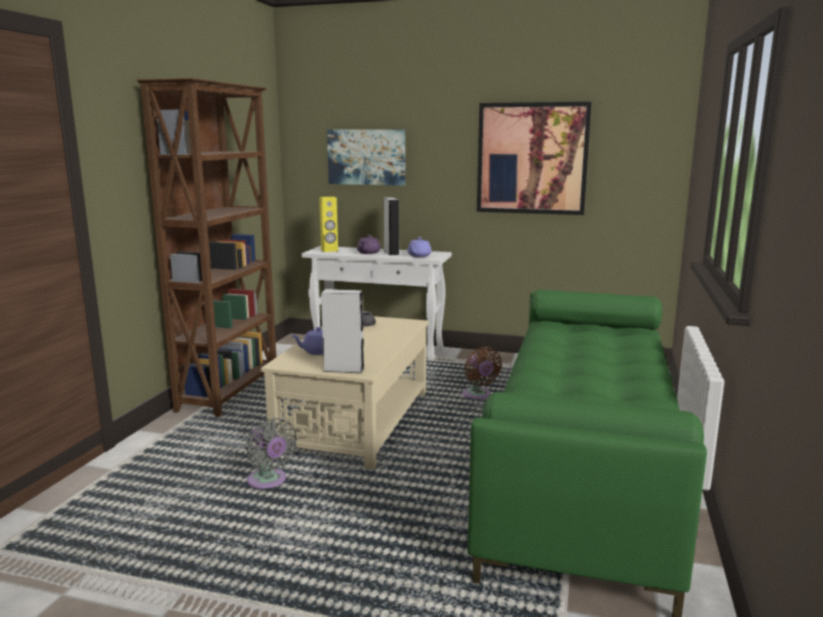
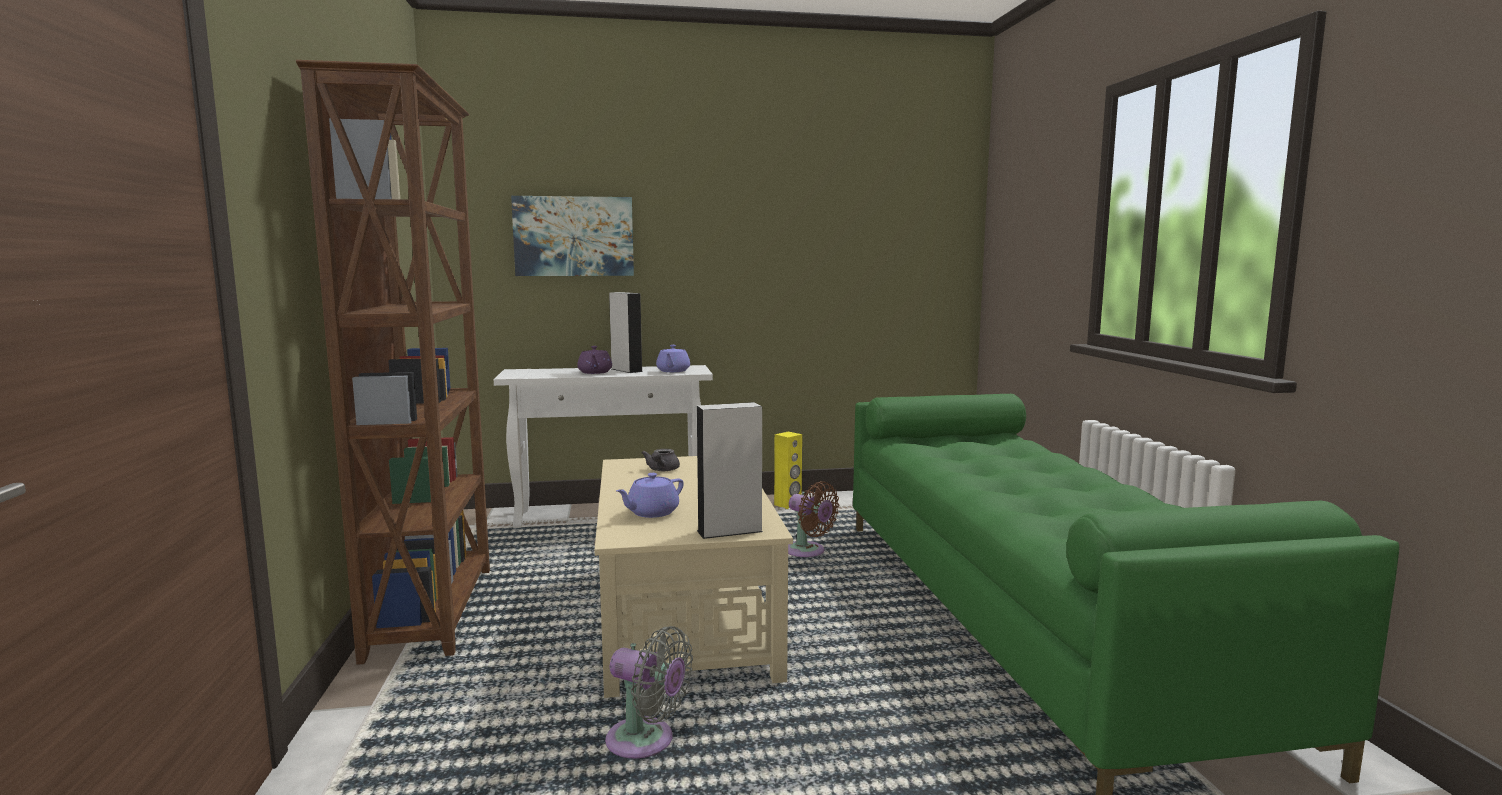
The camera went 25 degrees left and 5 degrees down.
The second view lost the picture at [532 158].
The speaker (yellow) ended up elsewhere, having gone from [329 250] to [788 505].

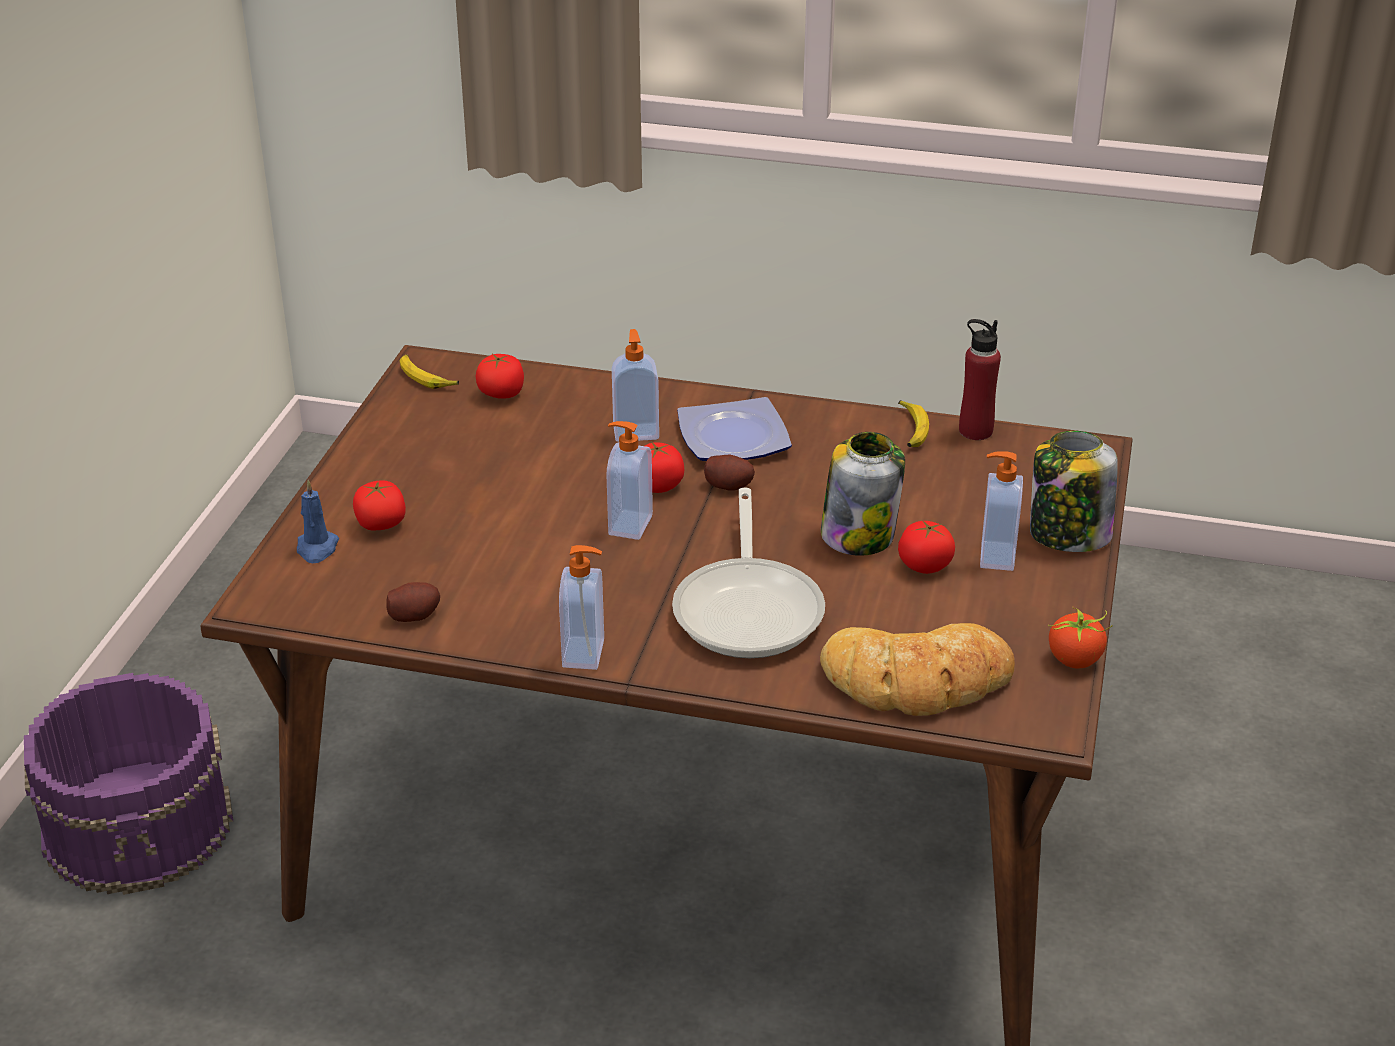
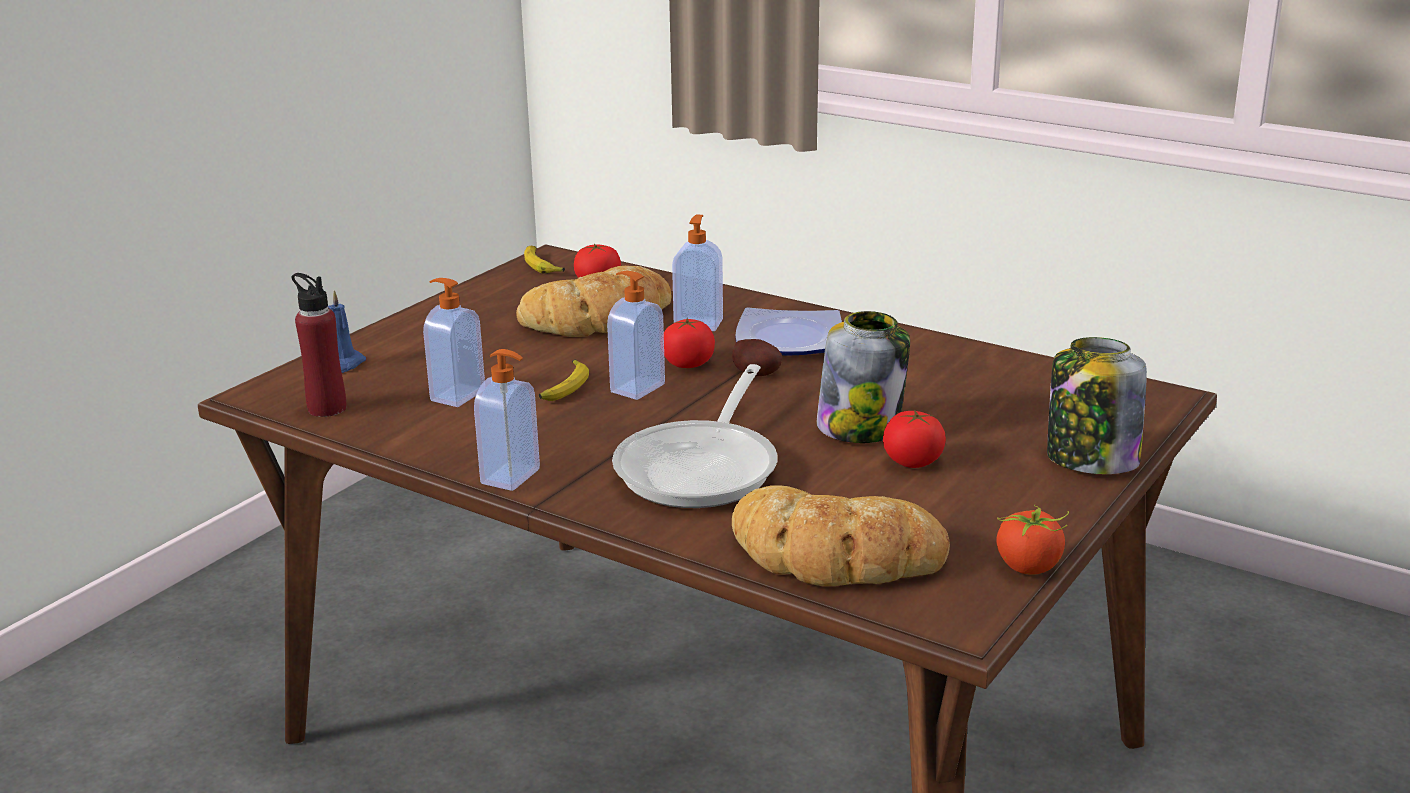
The camera went 20 degrees right and 10 degrees down.
The bottle (red) ended up elsewhere, having gone from [975 431] to [327 408].
The banana ended up elsewhere, having gone from [911 430] to [564 387].
The soap dispenser ended up elsewhere, having gone from [995 556] to [456 395].
The second view lost the tomato at [380 524].
The second view lost the potato at [414 615].
The second view lost the bucket (purple) at [140 824].
The second view gained the bread at [600 318].

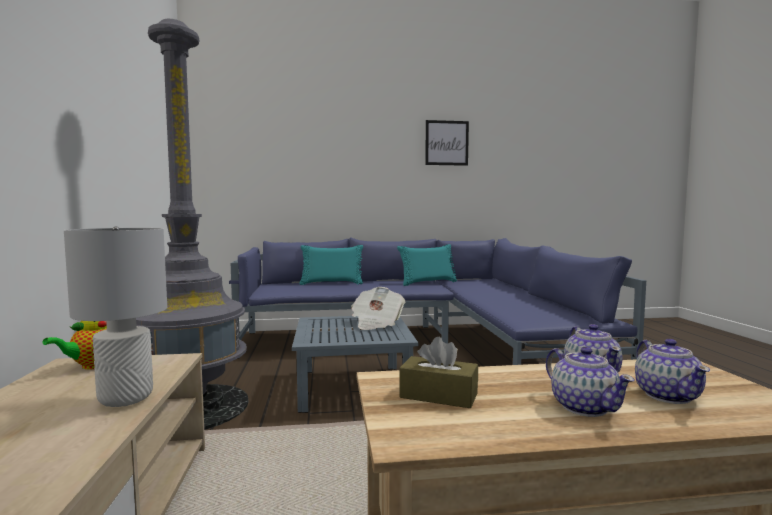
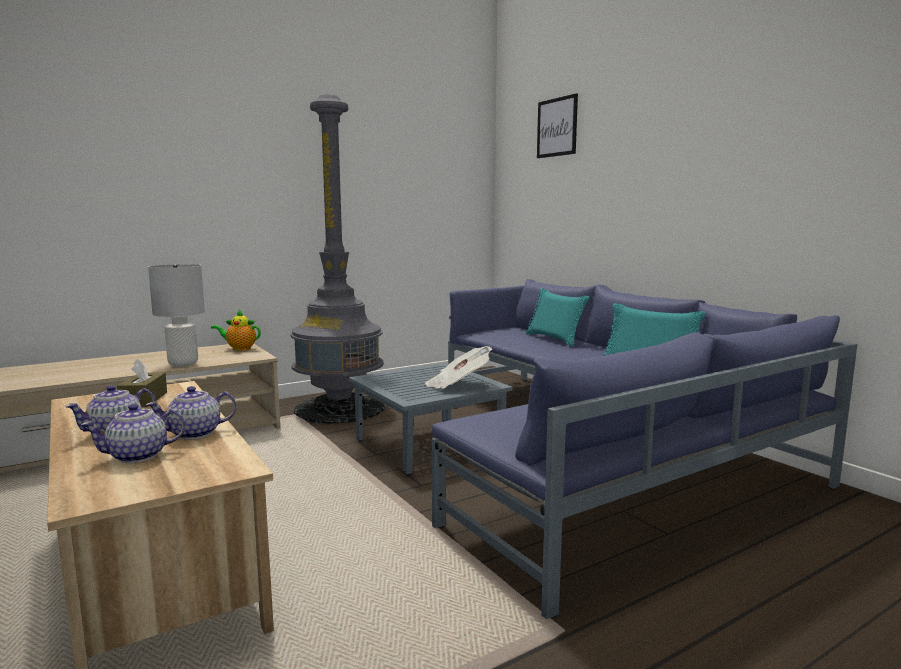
The camera went 65 degrees right and 5 degrees up.
The picture ended up elsewhere, having gone from [446 143] to [557 127].

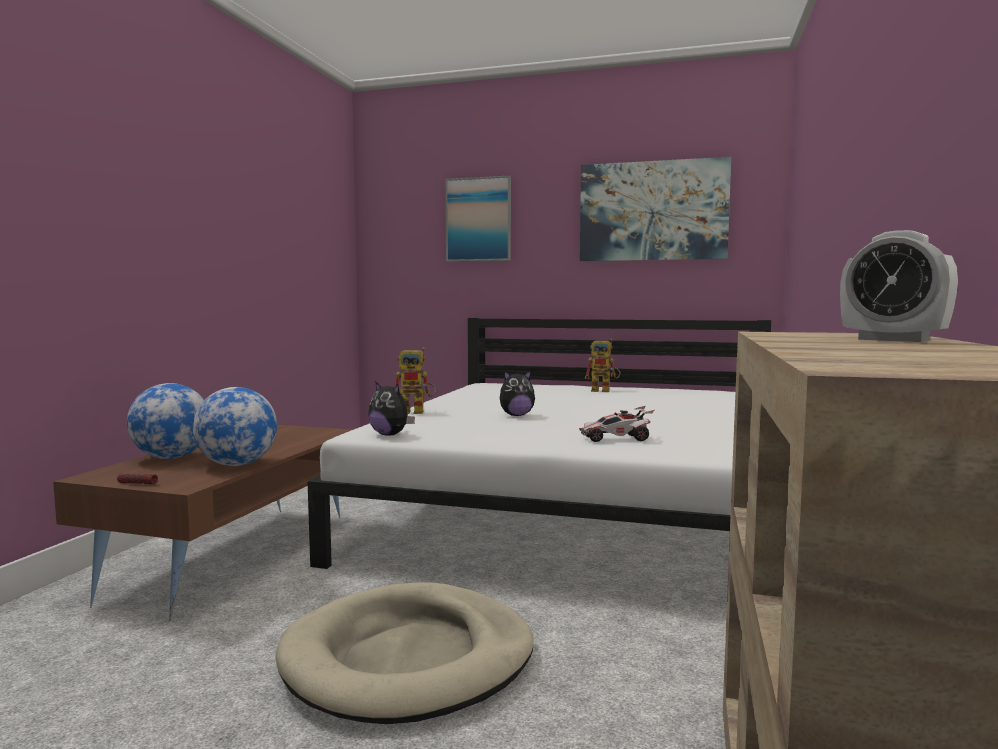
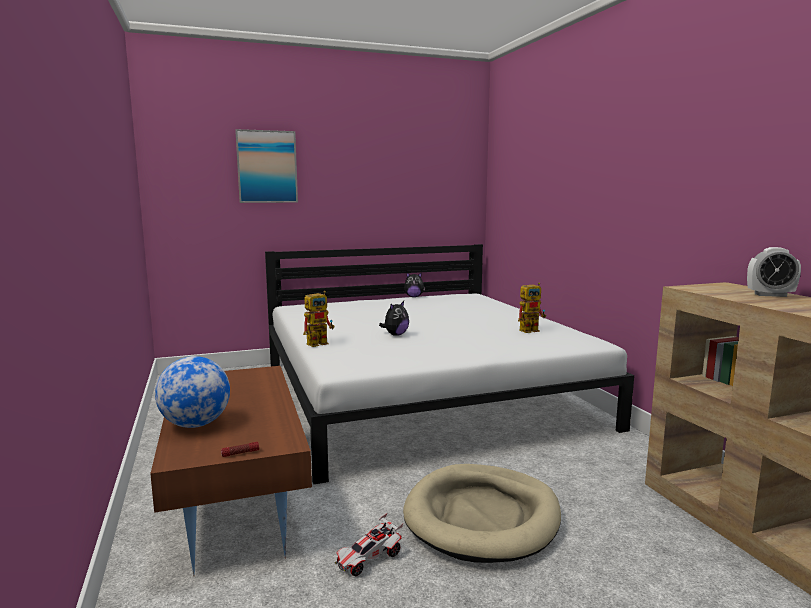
The camera went 35 degrees left and 5 degrees up.
The second view lost the picture at [652 211].
The toy robot ended up elsewhere, having gone from [605 391] to [531 330].
The plush toy ended up elsewhere, having gone from [390 435] to [414 297].
The second view lost the globe at [237 465].
The toy car ended up elsewhere, having gone from [615 439] to [369 559].

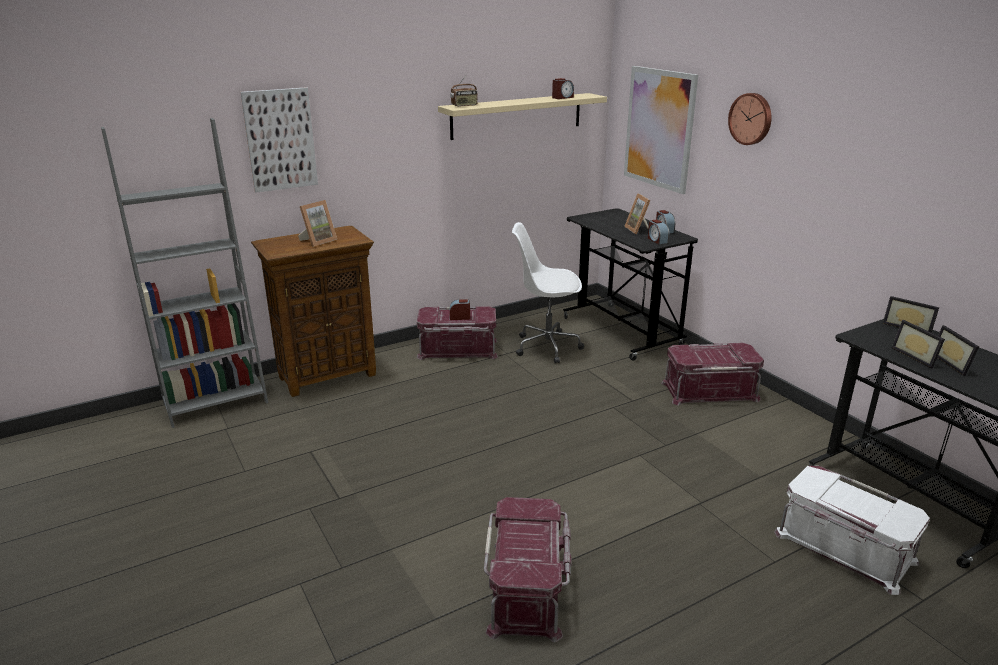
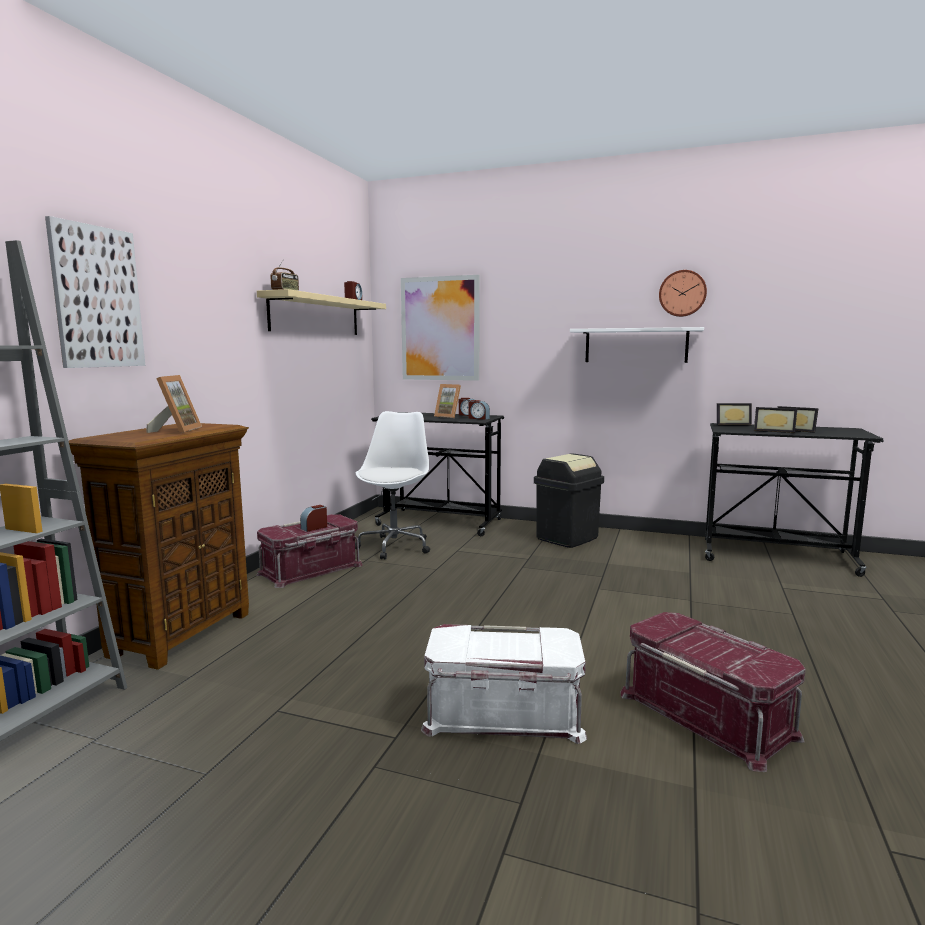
The camera went 40 degrees left and 15 degrees down.
The wall clock ended up elsewhere, having gone from [751 119] to [682 293].
The office chair (white) at [545 347] ended up facing another way, 135 degrees clockwise from before.
Where the storage box (red) stood at [709 390], the trash can (black) came to stand at [566 538].
The storage box (white) ended up elsewhere, having gone from [843 548] to [503 714].
The second view gained the shelf (white) at [636 345].

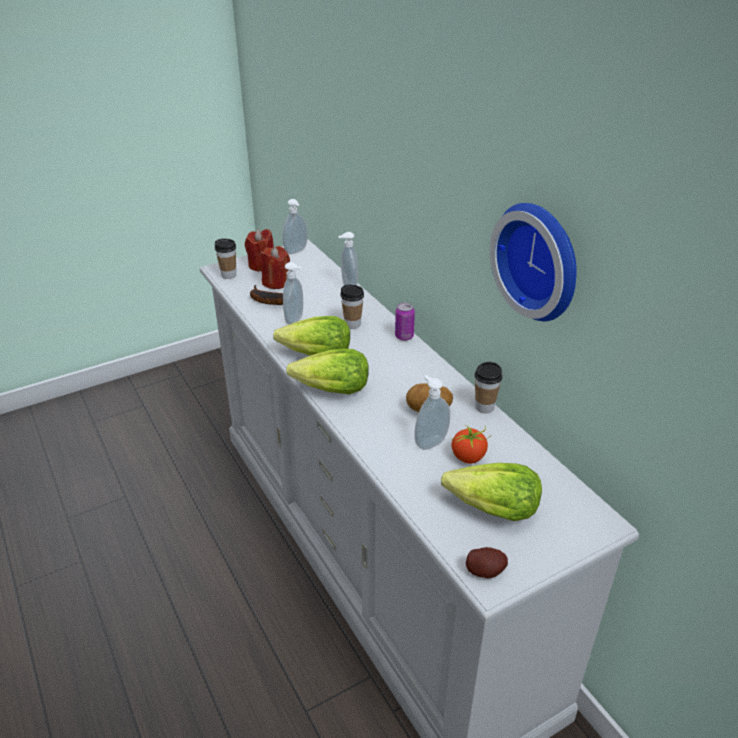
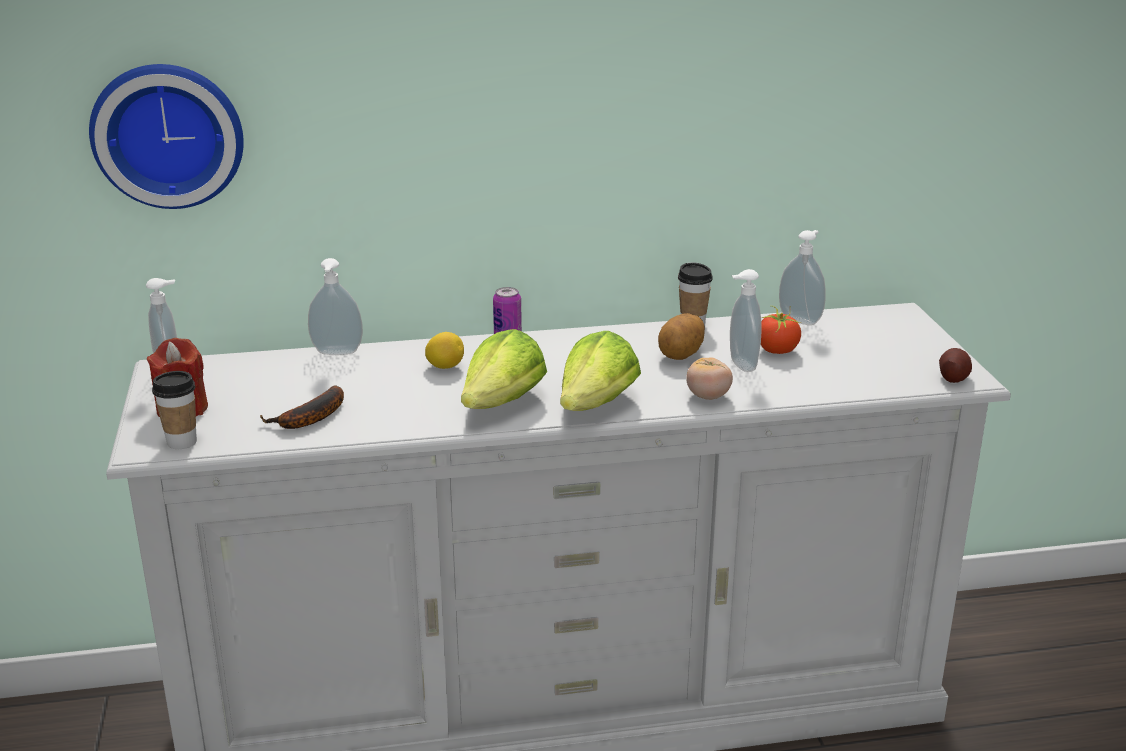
The camera went 70 degrees left and 10 degrees down.
The wall clock ended up elsewhere, having gone from [541 260] to [168 134].
The second view lost the candle (red) at [276 282].
The soap dispenser ended up elsewhere, having gone from [296 320] to [801 319].
Where the cup stood at [352 324], the lemon came to stand at [445 367].
The second view lost the lettuce at [493 509].
The second view gained the tomato at [708 396].

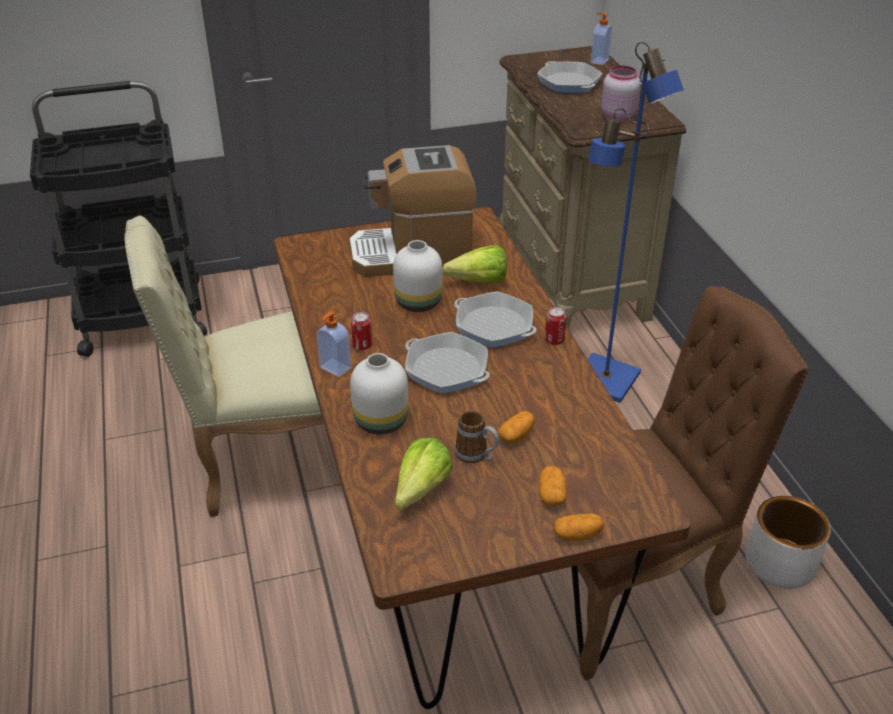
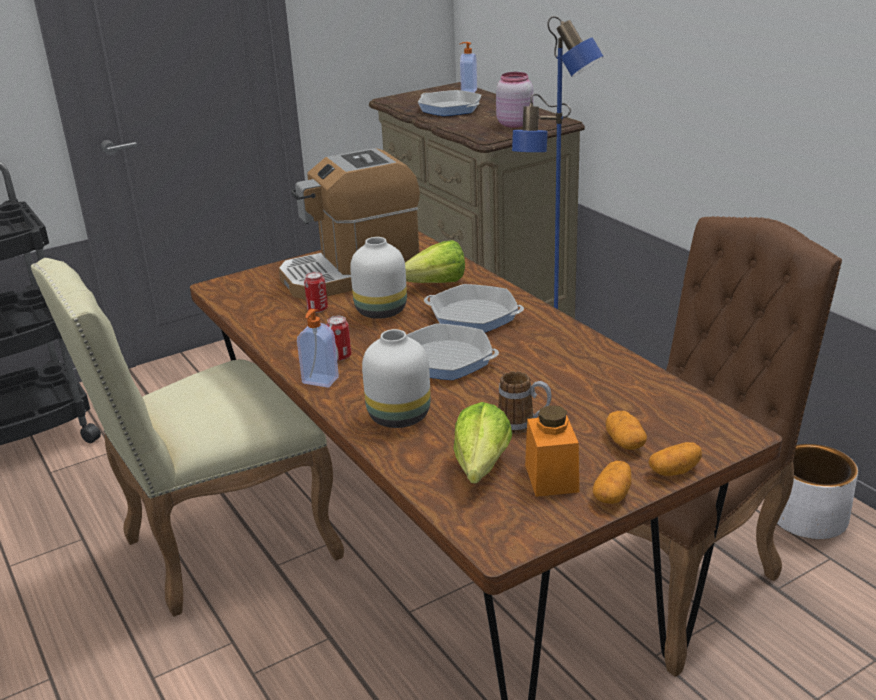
The camera went 15 degrees left and 10 degrees down.
The can ended up elsewhere, having gone from [554 340] to [317 309].
The potato ended up elsewhere, having gone from [516 435] to [612 495].
The second view gained the jar (orange) at [551 478].

